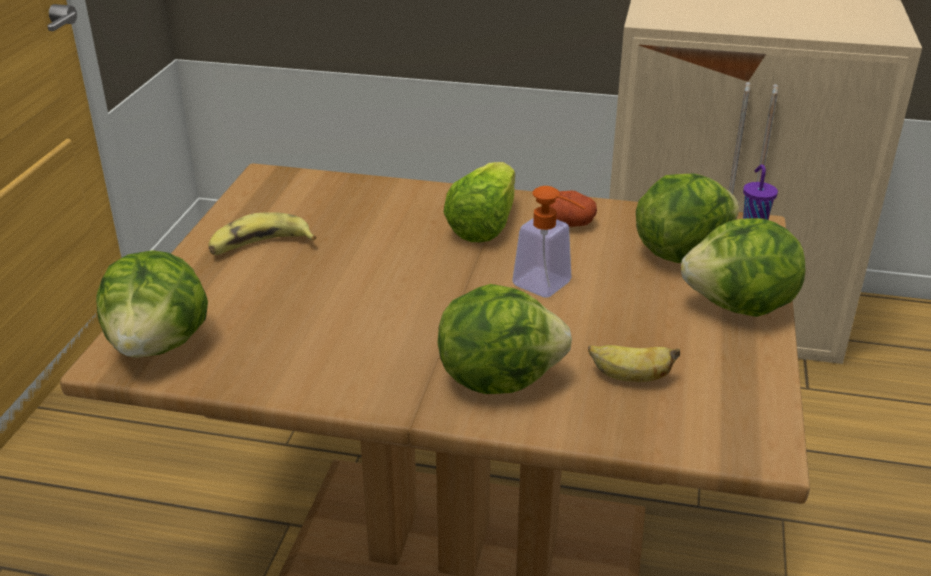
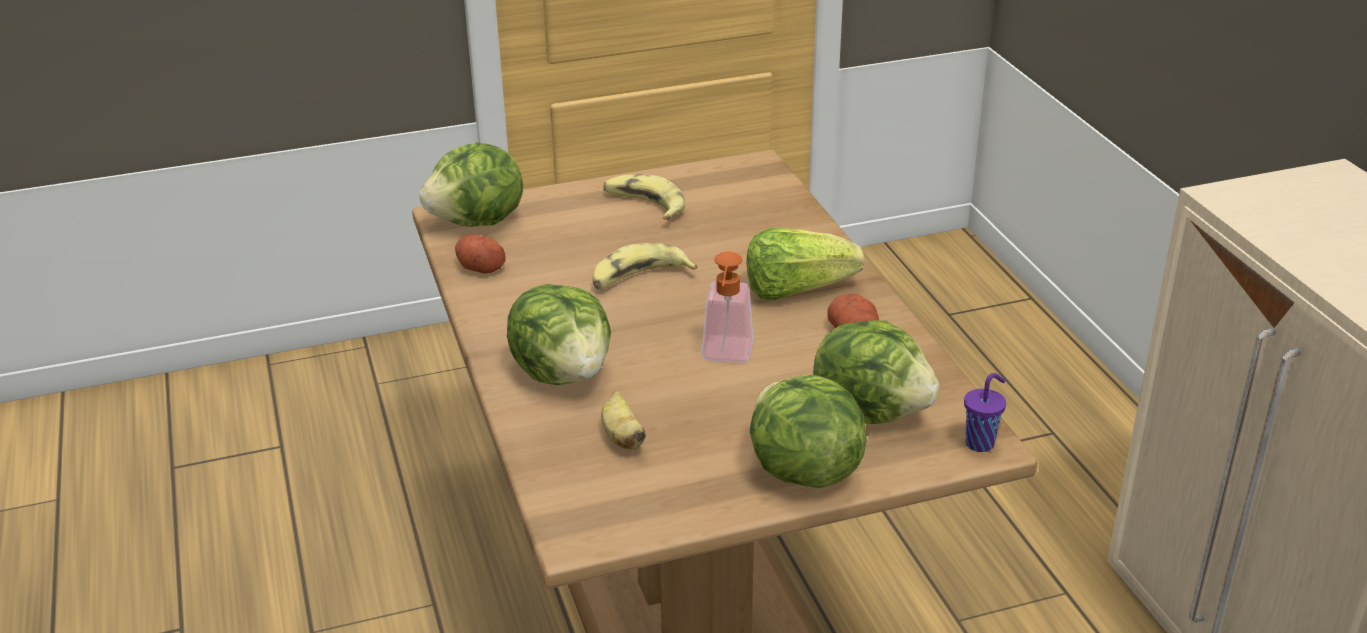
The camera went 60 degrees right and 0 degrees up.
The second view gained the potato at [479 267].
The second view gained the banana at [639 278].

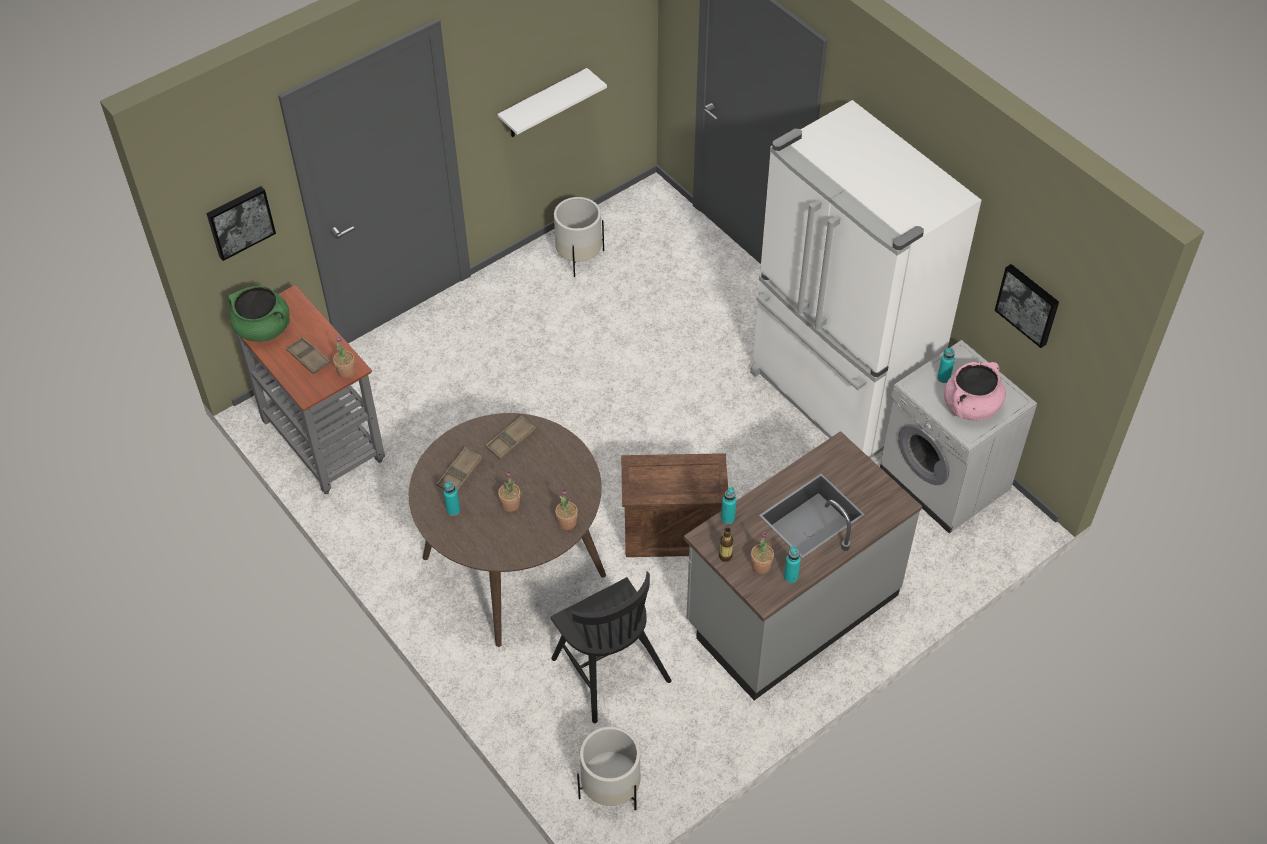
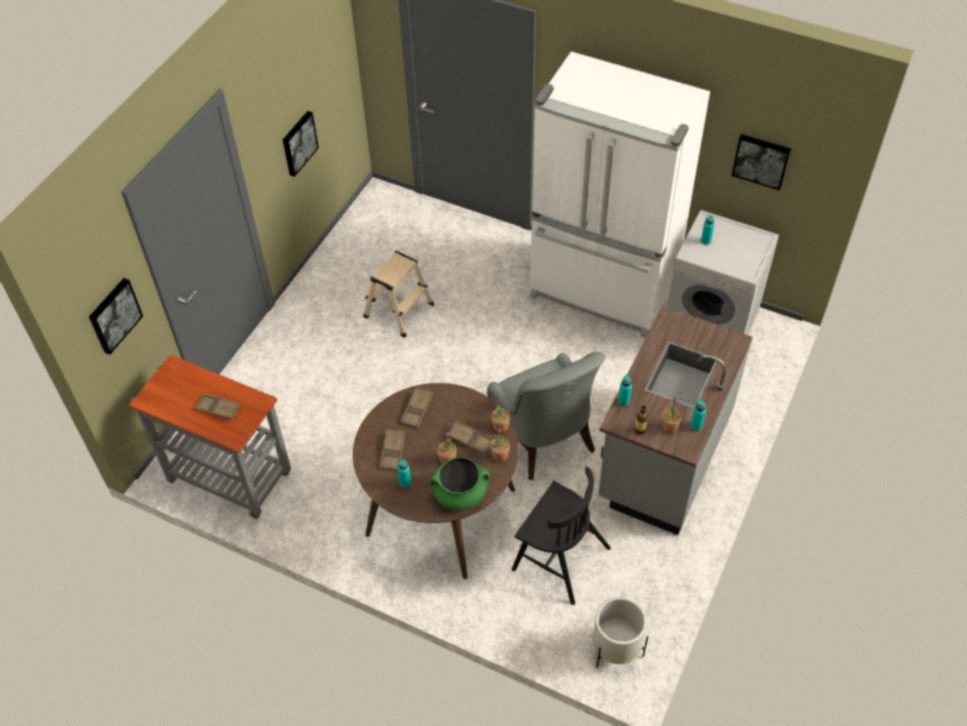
The camera went 25 degrees left and 0 degrees up.
Where the shelf (white) hung at [543 104], the picture came to hang at [298 143].
The second view lost the planter (white) at [579 257].
The cooking pot (green) ended up elsewhere, having gone from [263 328] to [460 494].
The potted plant ended up elsewhere, having gone from [346 372] to [500 426].
The second view lost the cooking pot (pink) at [971 406].
Where the crate stood at [671 532], the chair (grey) came to stand at [544 437].
The second view gained the step ladder (beige) at [398 310].
The second view gained the tray (brown) at [470 439].

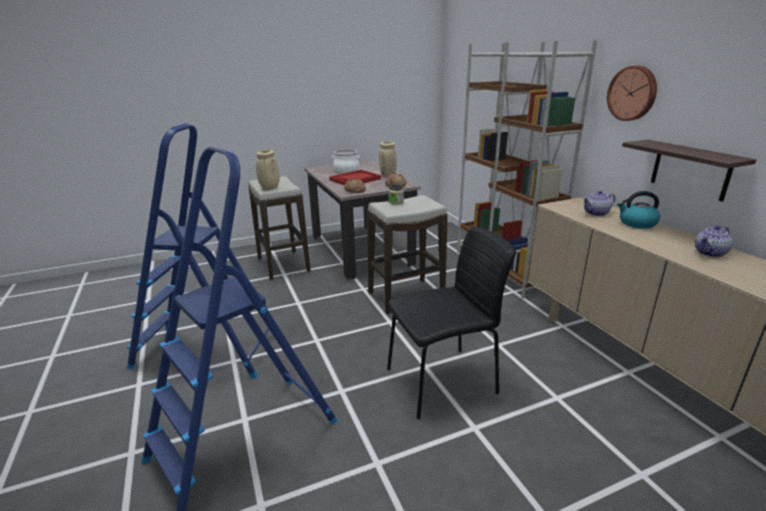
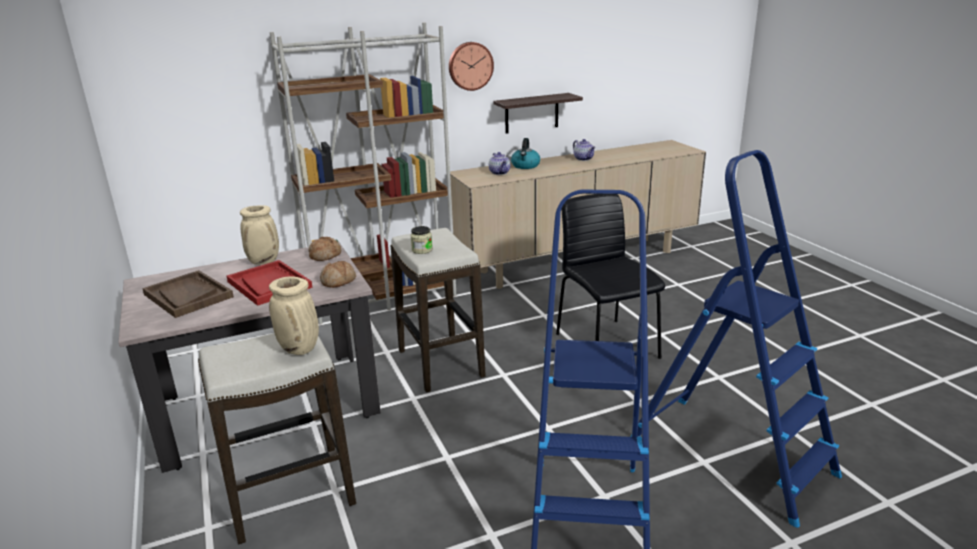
The camera went 90 degrees left and 0 degrees up.
Where the cooking pot stood at [346 170], the tray (brown) came to stand at [188 296].

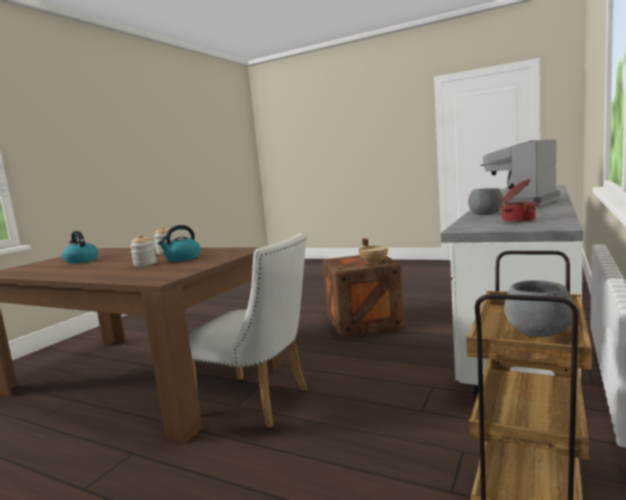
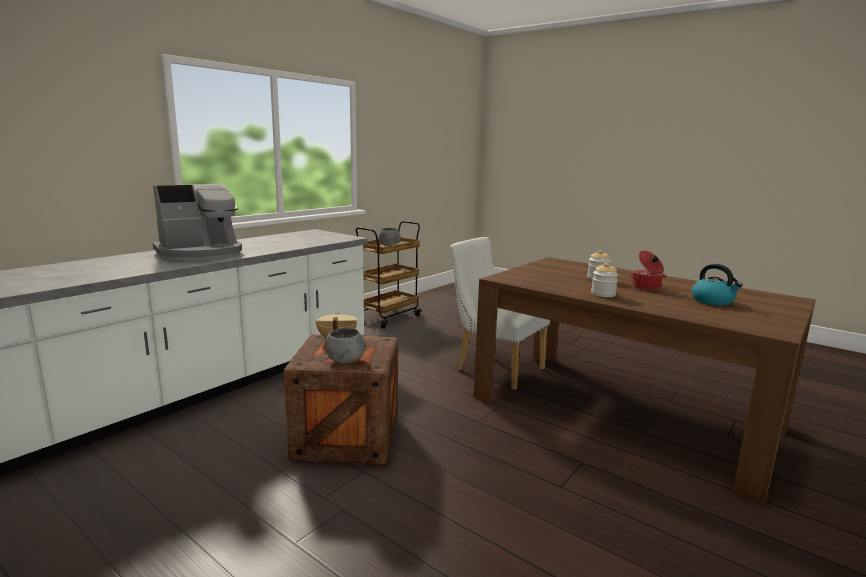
The camera went 170 degrees left and 5 degrees up.
The cooking pot ended up elsewhere, having gone from [517 220] to [646 287].
The bowl (grey) ended up elsewhere, having gone from [486 214] to [345 360].
The second view lost the kettle at [182 258].

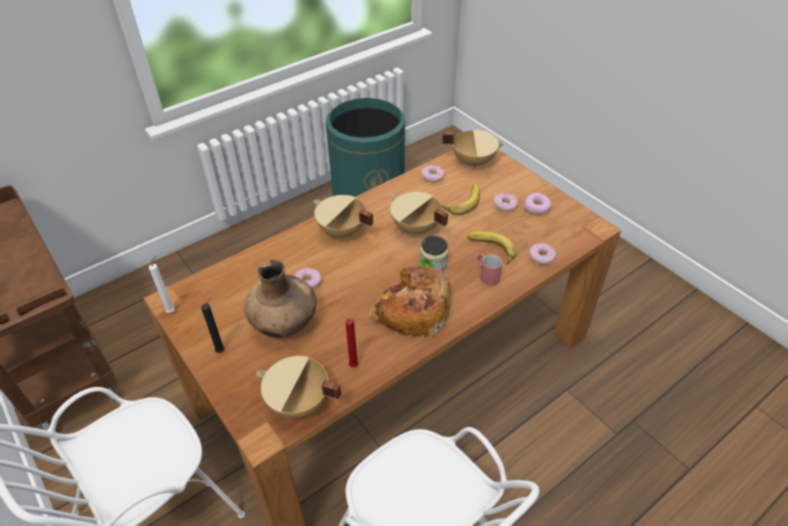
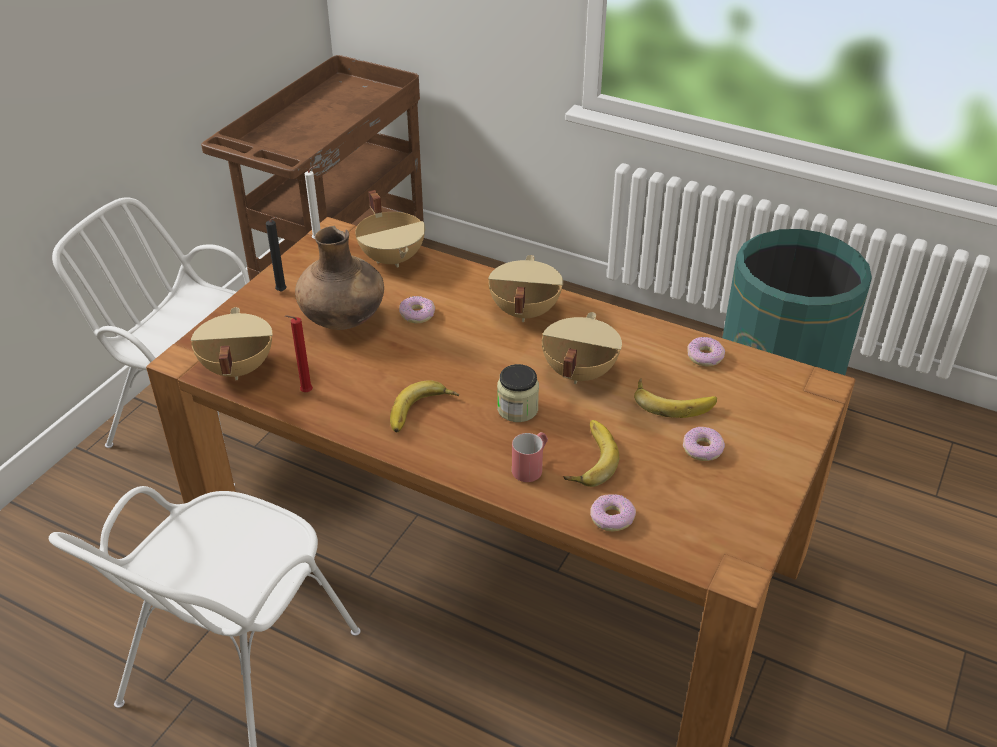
The camera went 65 degrees right and 5 degrees down.
The cooking pot (beige) ended up elsewhere, having gone from [473 161] to [393 258].
The second view lost the donut at [537 207].
Where the bread stood at [412 310], the banana came to stand at [422 413].

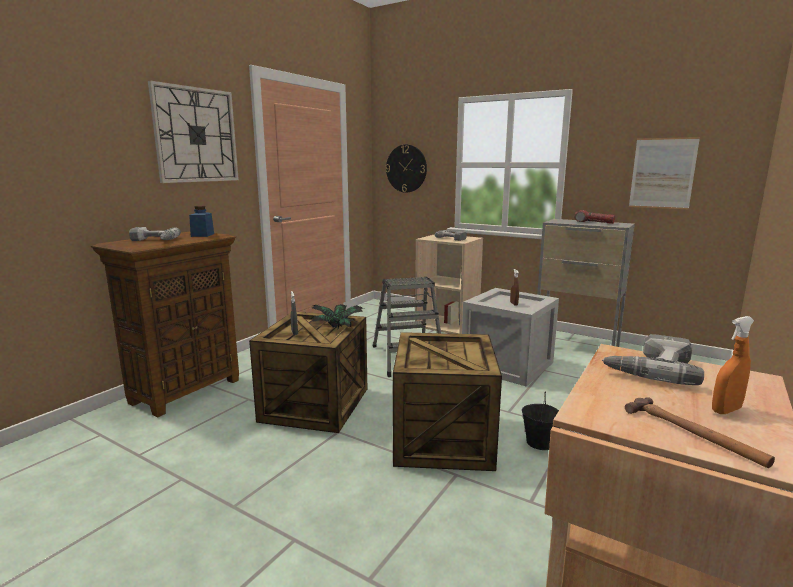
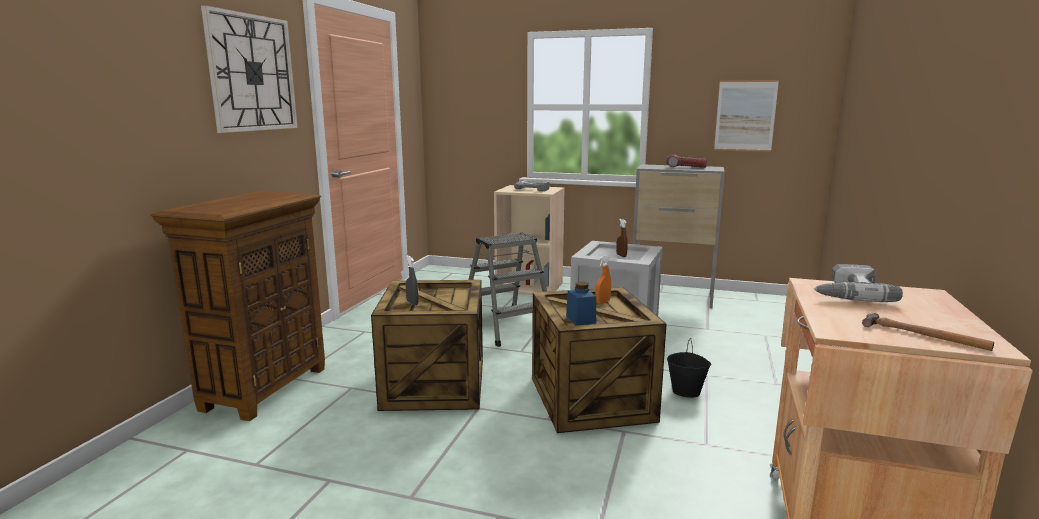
The camera went 15 degrees left and 0 degrees up.
The second view lost the wall clock at [406 168].
The jar (blue) ended up elsewhere, having gone from [202 235] to [581 319].
The second view lost the power drill at [153 240].
The second view lost the potted plant at [338 328].
The spray bottle (orange) ended up elsewhere, having gone from [726 410] to [602 302].

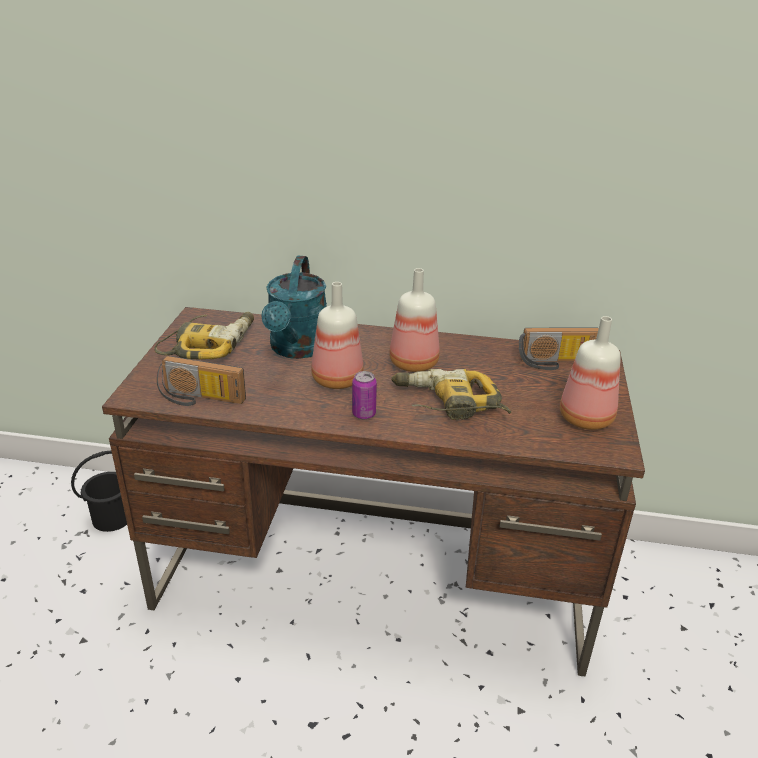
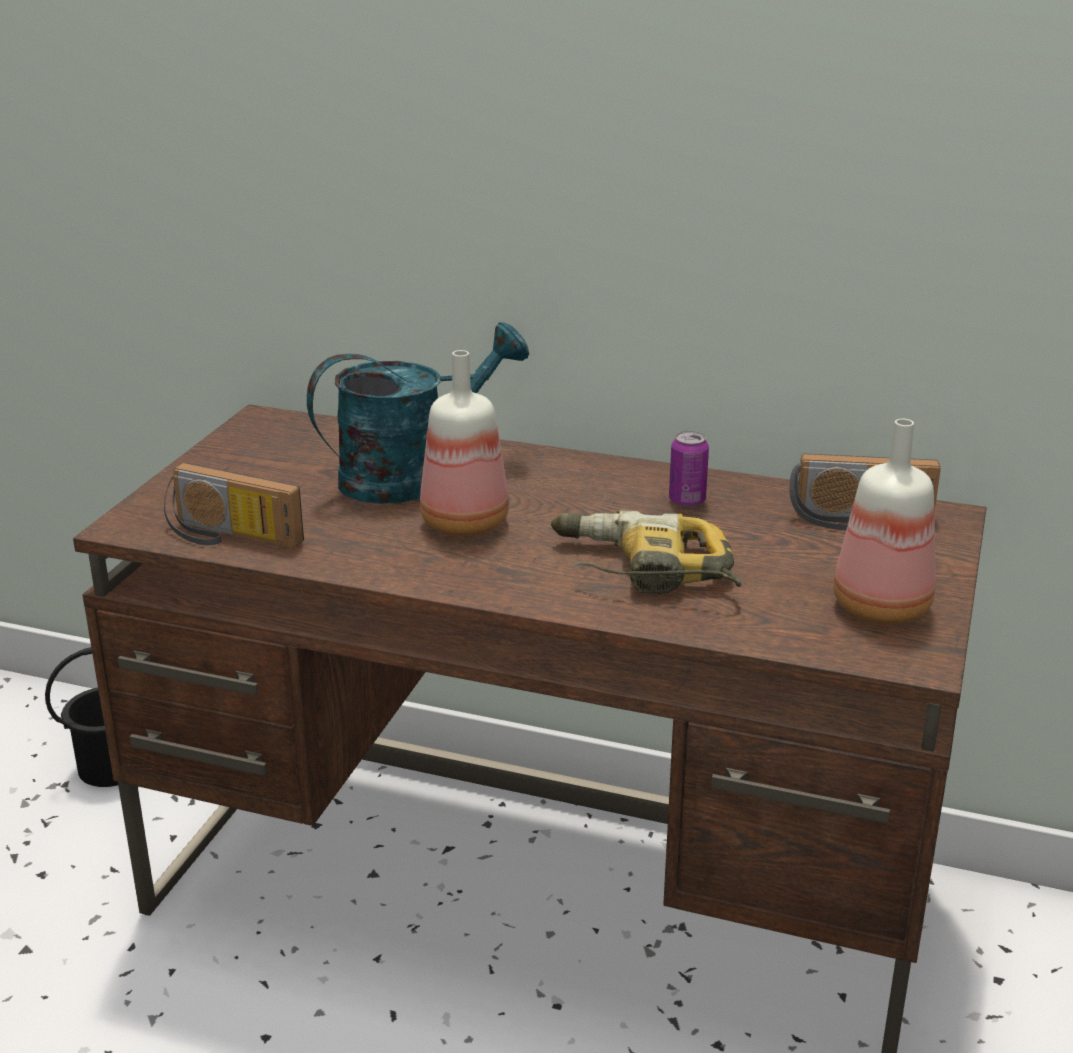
The camera went 10 degrees right and 5 degrees down.
The watering can (turquoise) at [297 349] ended up facing another way, 135 degrees counterclockwise from before.
The second view lost the bottle at [413 362].
The second view lost the power drill at [210 343].
The can ended up elsewhere, having gone from [364 414] to [687 501].

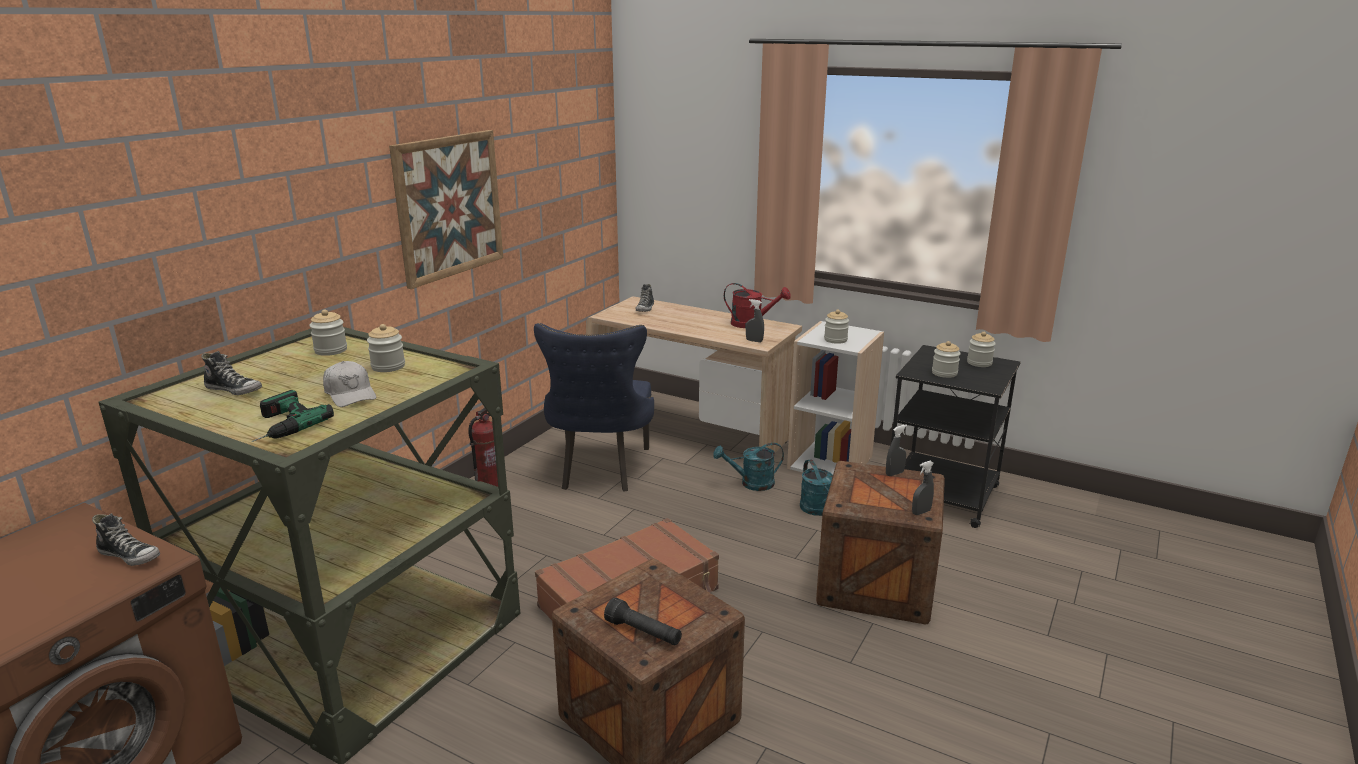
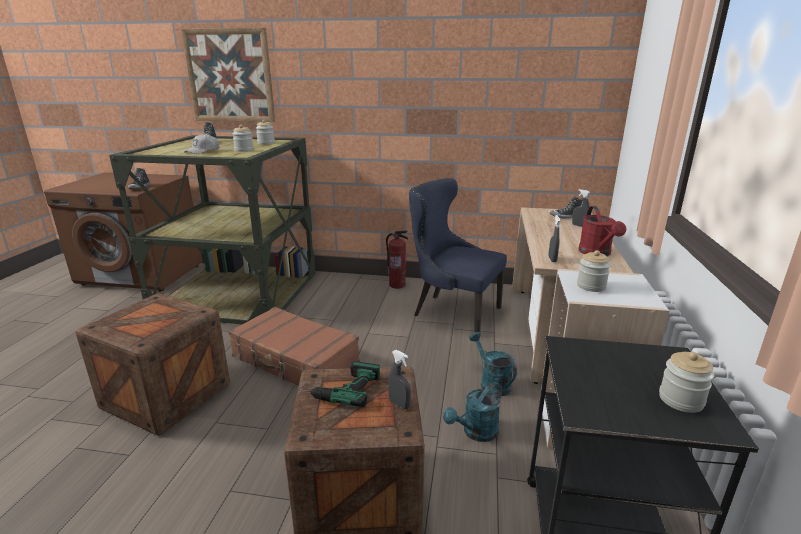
The camera went 70 degrees right and 0 degrees up.
The picture ended up elsewhere, having gone from [449 206] to [230 76].
The chair (blue) at [601 469] ended up facing another way, 45 degrees clockwise from before.
The second view lost the jar at [944 373].
The power drill ended up elsewhere, having gone from [278 426] to [340 387].
The spray bottle (grey) ended up elsewhere, having gone from [921 512] to [579 226].
The second view lost the flashlight (black) at [643 633].

